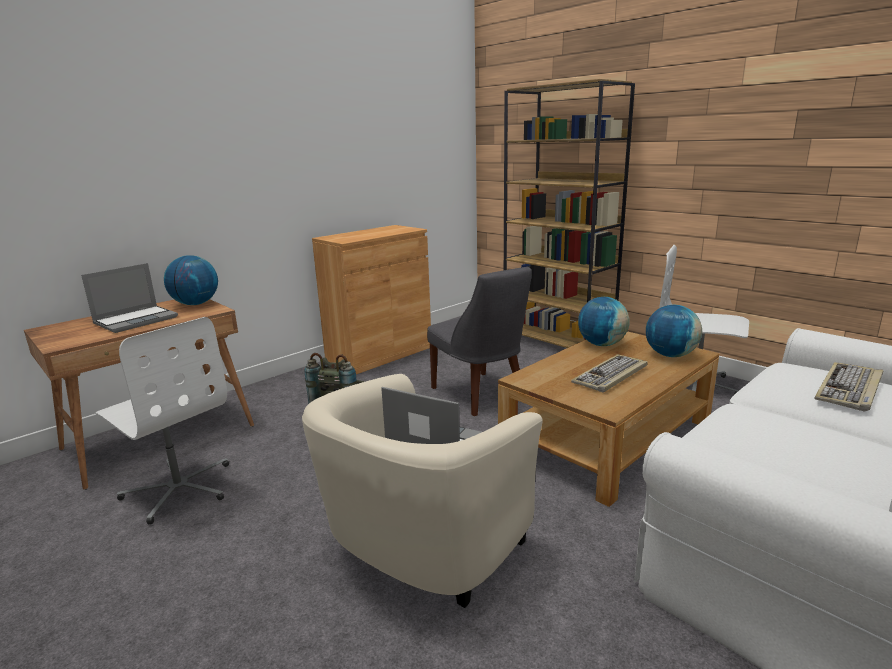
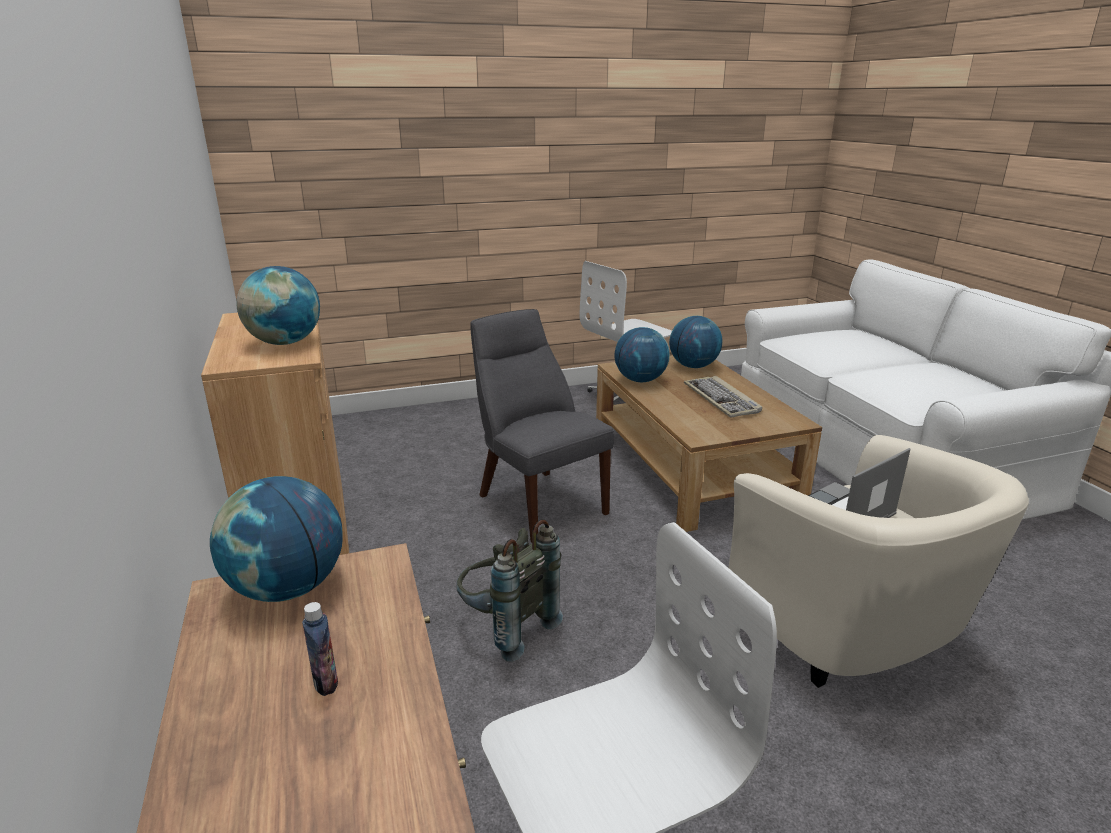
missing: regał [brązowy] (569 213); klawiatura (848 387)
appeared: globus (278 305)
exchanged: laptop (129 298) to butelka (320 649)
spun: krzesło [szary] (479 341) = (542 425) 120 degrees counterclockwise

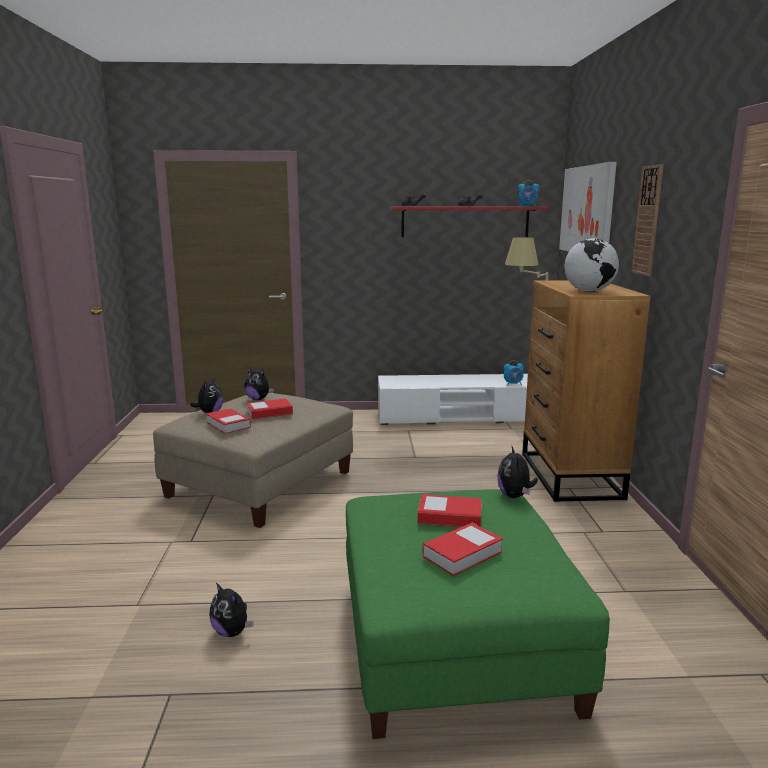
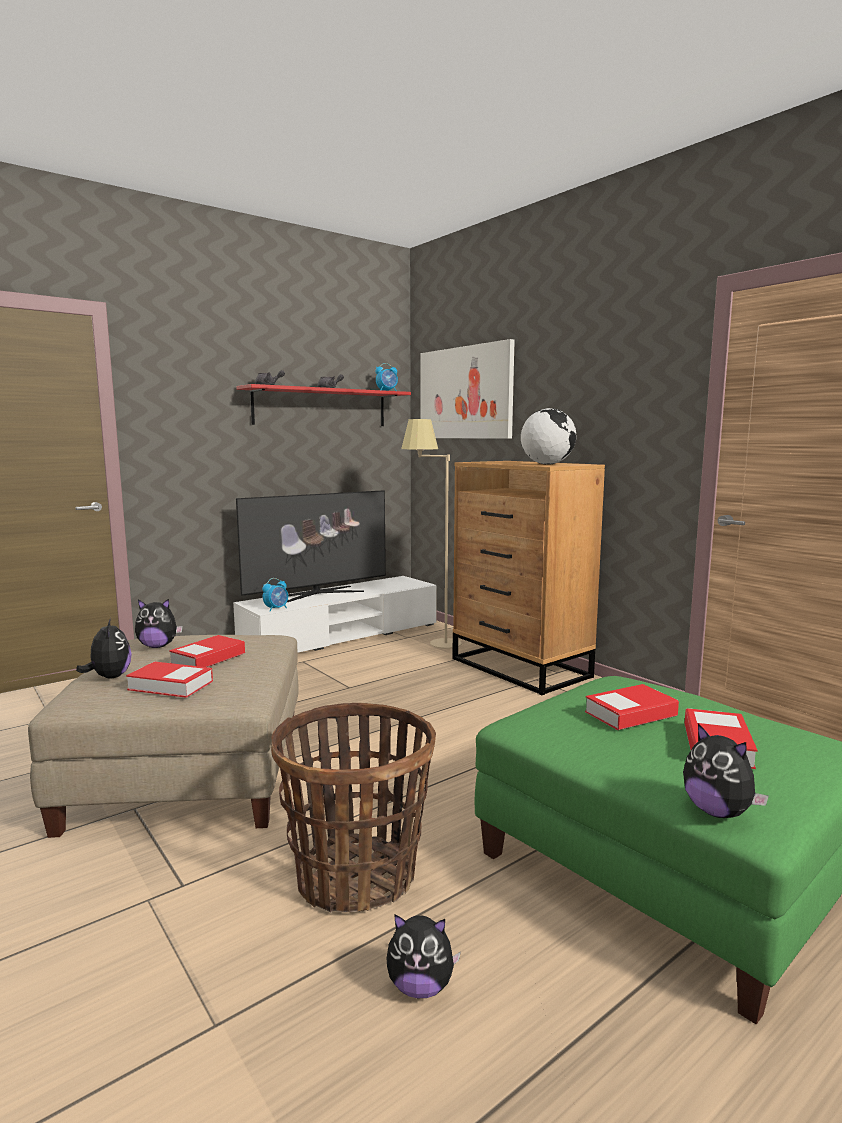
missing: zegar ścienny (647 220)
appeared: telewizor (311 546); koszyk (353 808)
relocated: budzik (514 373) to (275 594); pluszak (517 472) to (726 770)

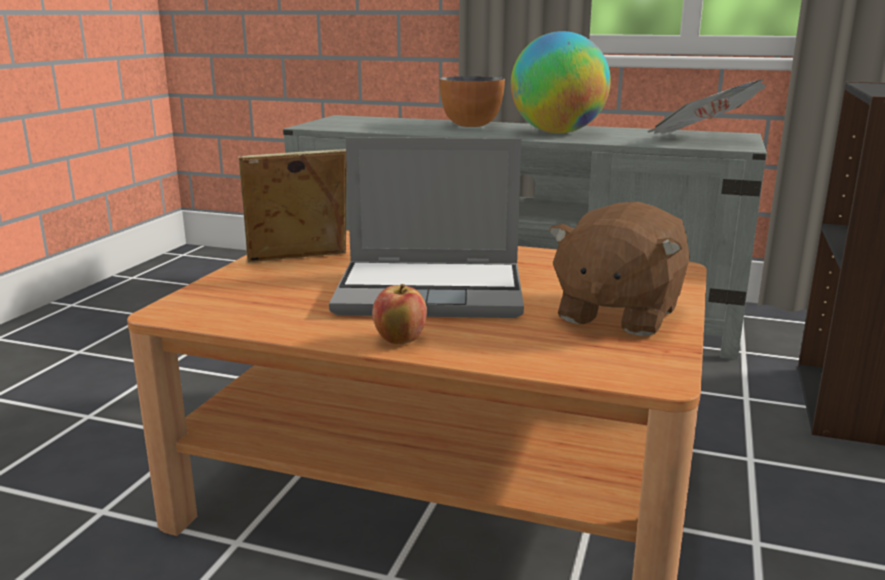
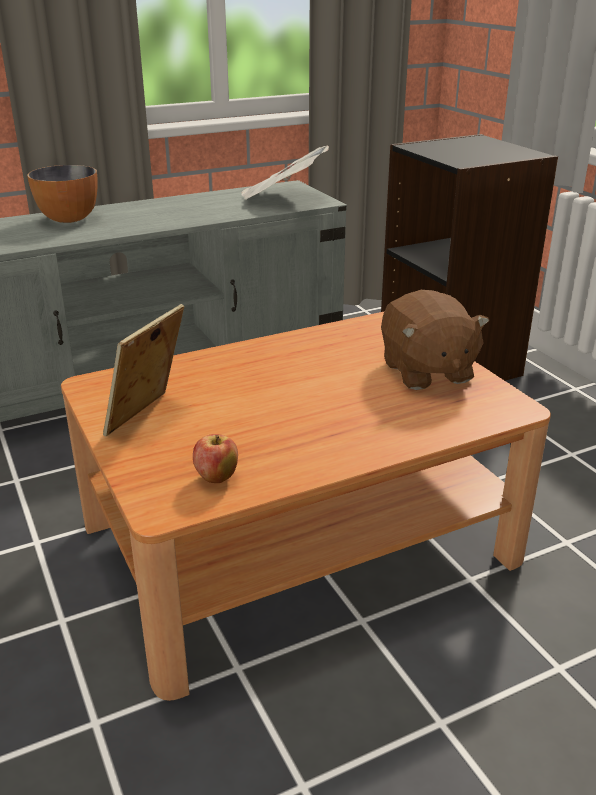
missing: laptop (426 227); globus (561 82)
relocated: jabłko (399 314) to (215 458)

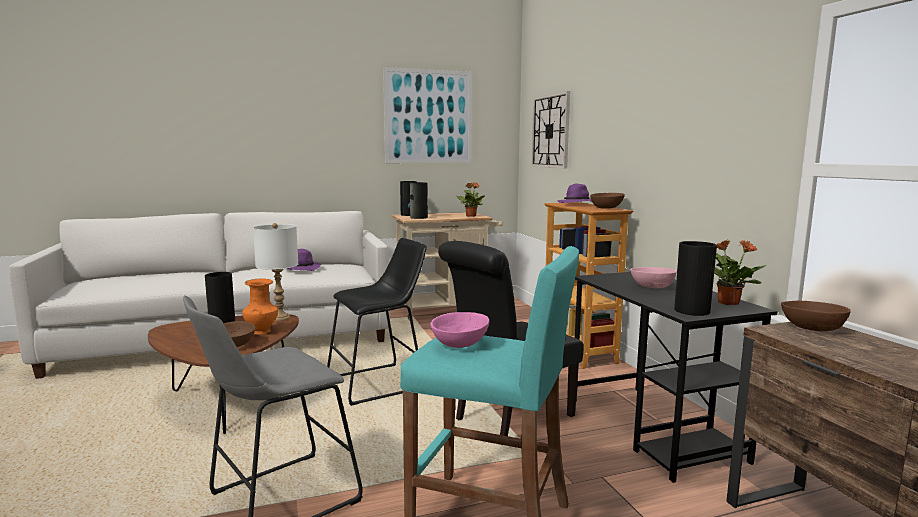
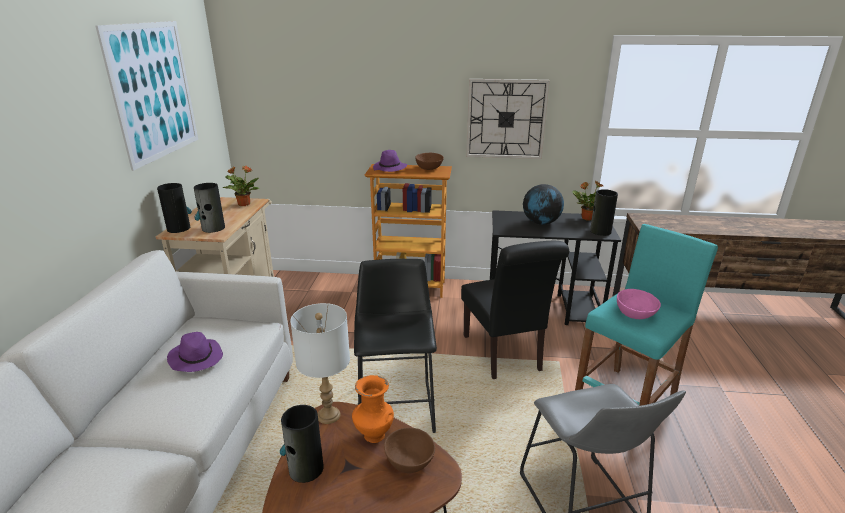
missing: miska [brązowy] (816 316)
relocated: zegar ścienny (550 129) to (508 119)
exchanged: miska [różowy] (653 277) to globus (543 204)

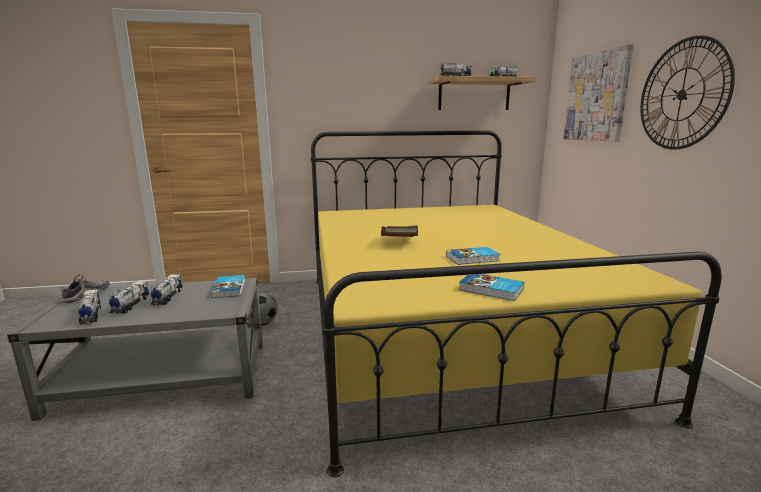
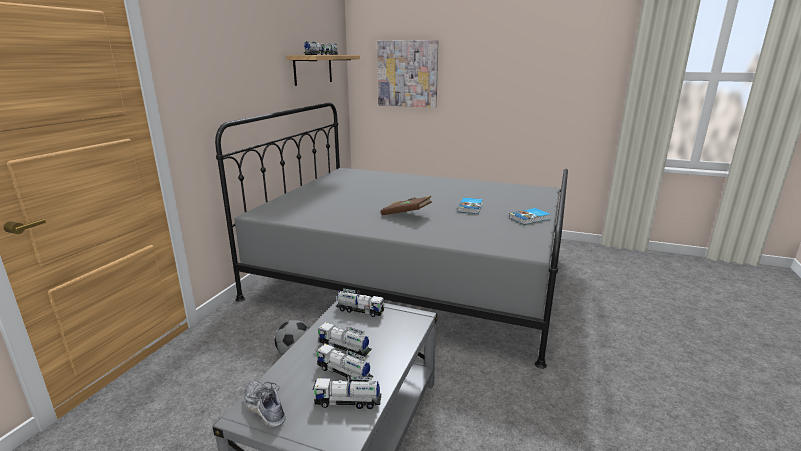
missing: zegar ścienny (687 93)
exchanged: książka (228 286) to ciężarówka zabawkowa (360 302)
colour: łóżko [żółty] (516 304) to łóżko [szary] (391 235)

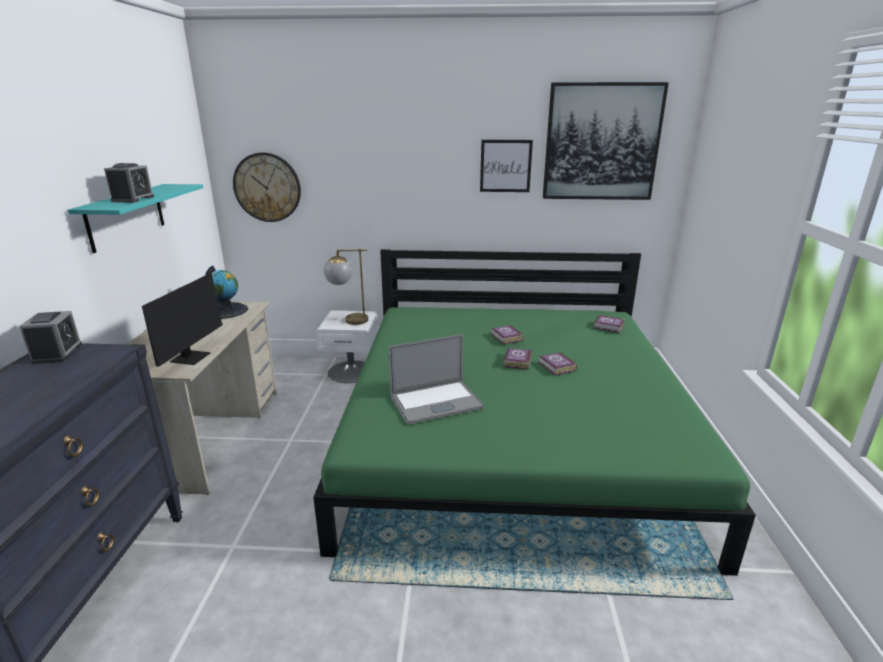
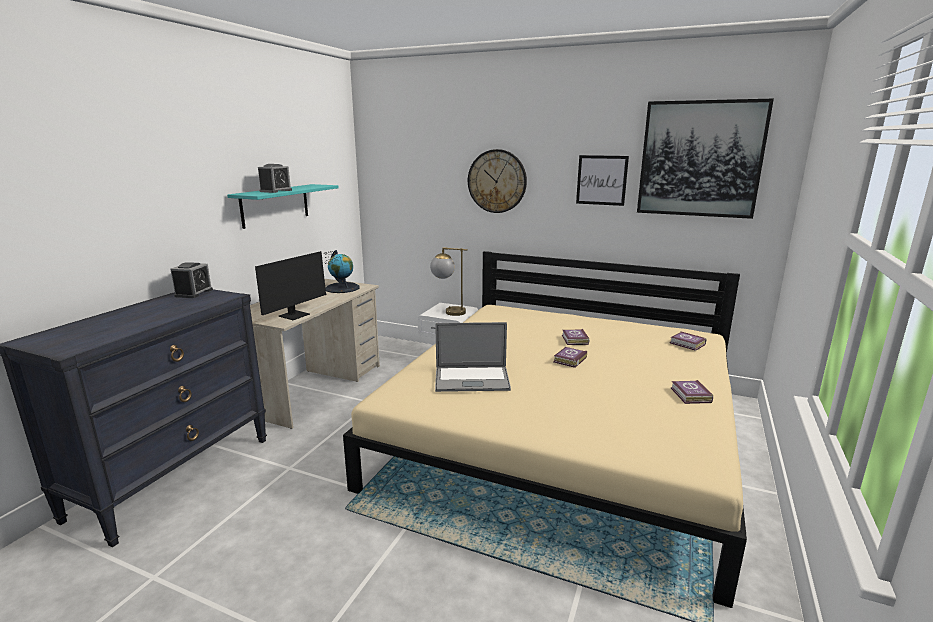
relocated: zegar ścienny (267 187) to (497 181); książka (557 364) to (692 392)
colour: łóżko [zielony] (534 412) to łóżko [beżowy] (545 429)

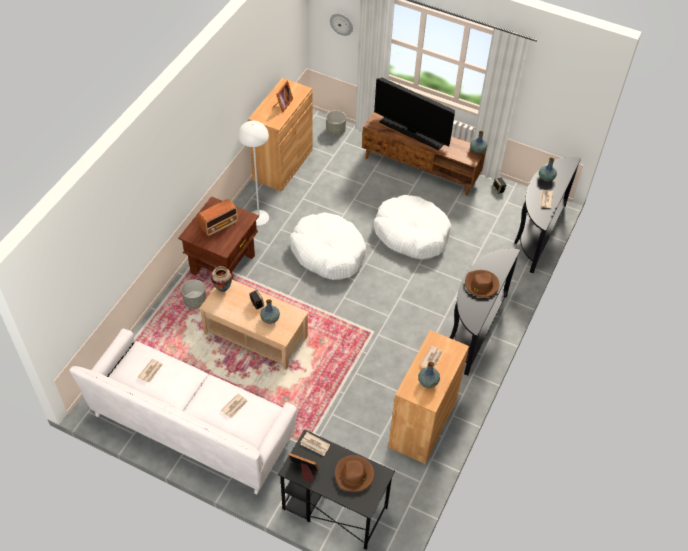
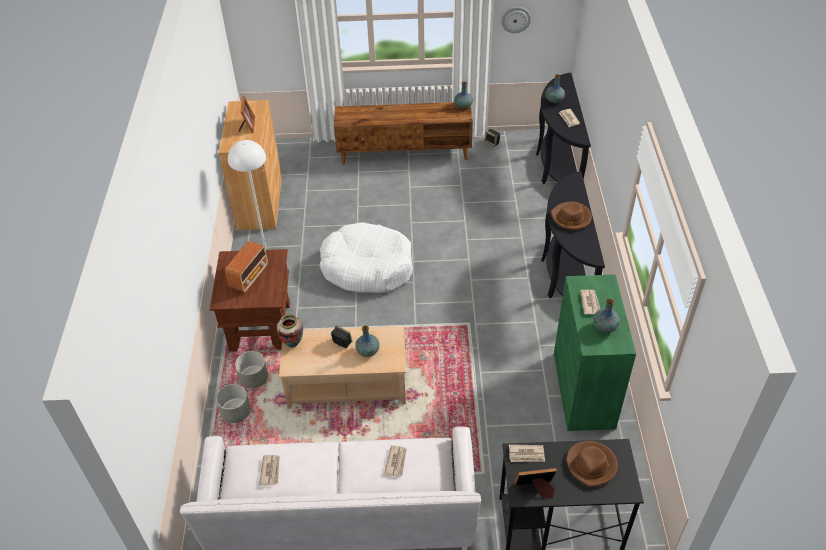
missing: telewizor (414 114); legowisko [biały] (412 227)
relocated: donica [szary] (336 123) to (233 403); zegar ścienny (341 24) to (516 20)
colour: szafka [brązowy] (428 397) to szafka [zielony] (595 352)

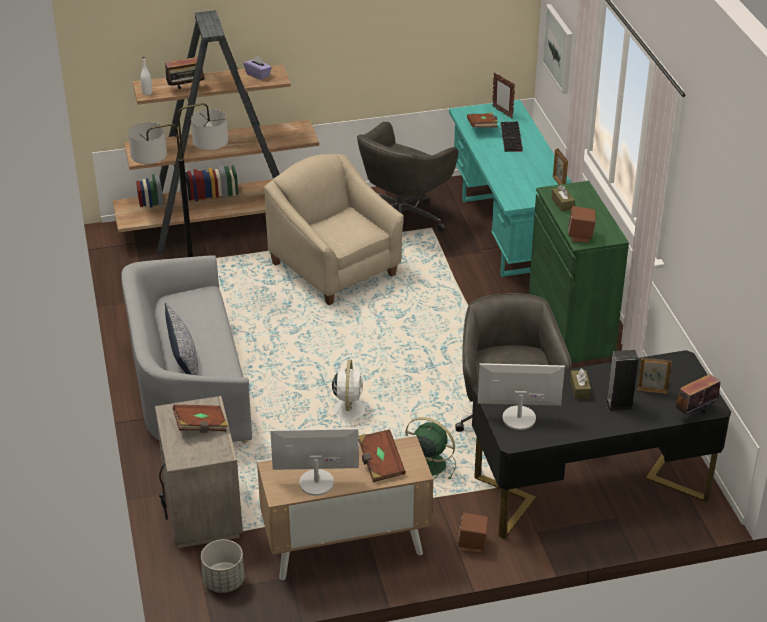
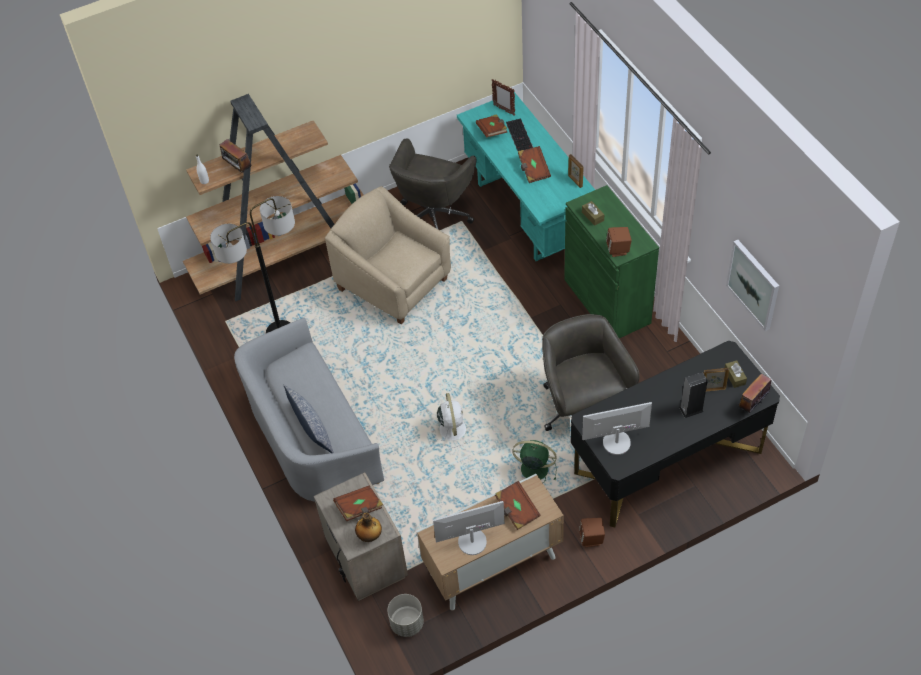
missing: pudełko chusteczek [fioletowy] (257 67)
appeared: butelka (368 527); książka [brązowy] (534 164)
relocated: pudełko chusteczek [brązowy] (580 383) to (736 374); obraz (557 49) to (752 285)
spun: radio (185 73) = (236 156) 75 degrees clockwise

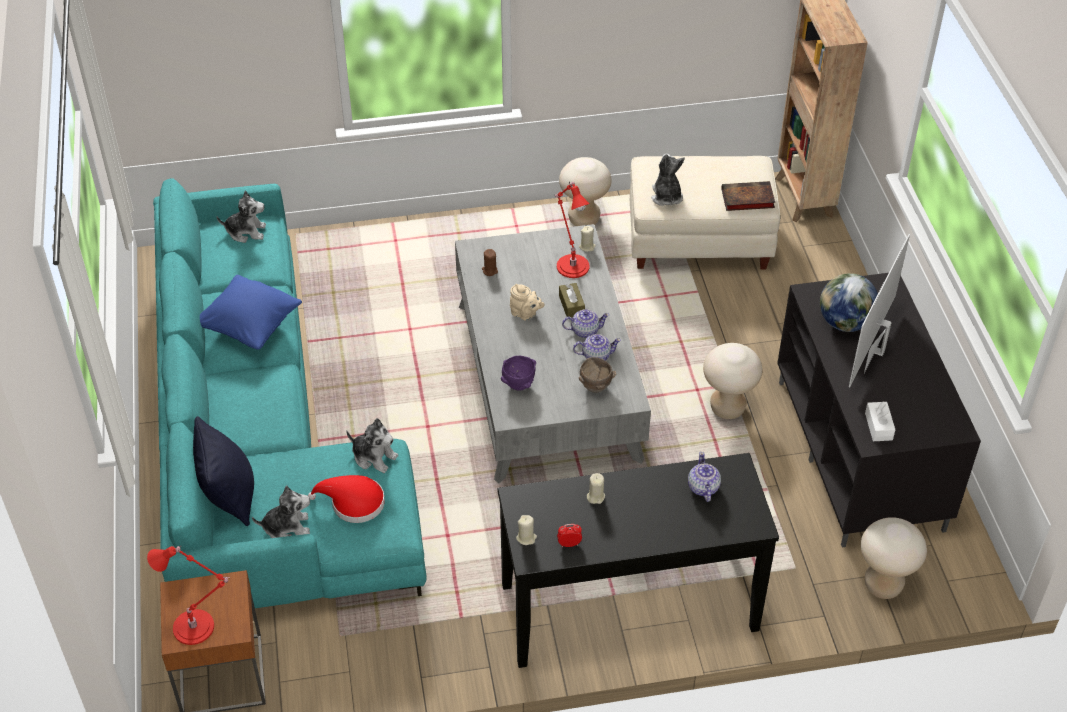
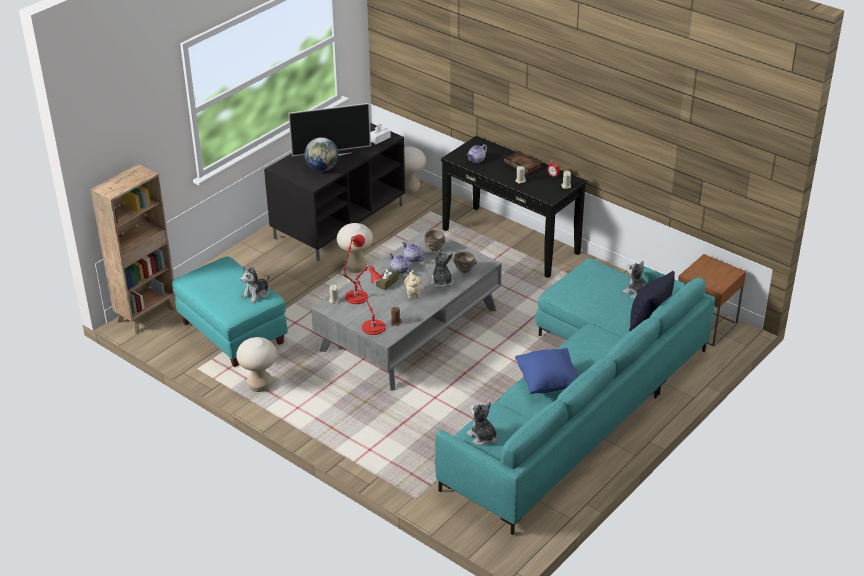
missing: kapelusz [czerwony] (346 499)
relocated: lampa stołowa [czerwony] (188 595) to (369 299); pluszak (372 445) to (442 269); książka (748 196) to (523 163)
colour: pufa [beżowy] (705 213) to pufa [turkusowy] (230 311); miska [fioletowy] (518 373) to miska [brązowy] (464 262)

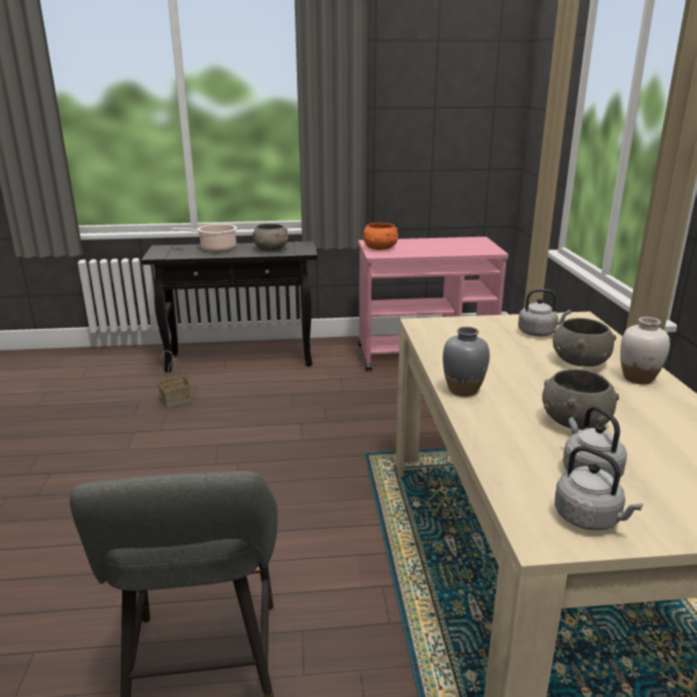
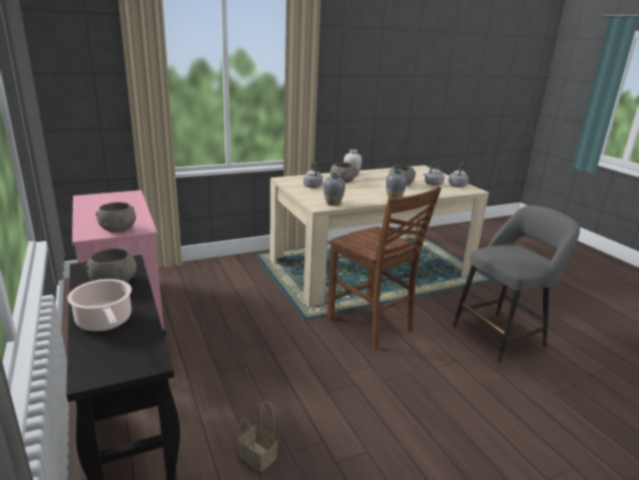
appeared: wazon [szary] (334 189); krzesło [brązowy] (384 267)
colour: miska [pomarańczowy] (380 236) to miska [szary] (116 217)

